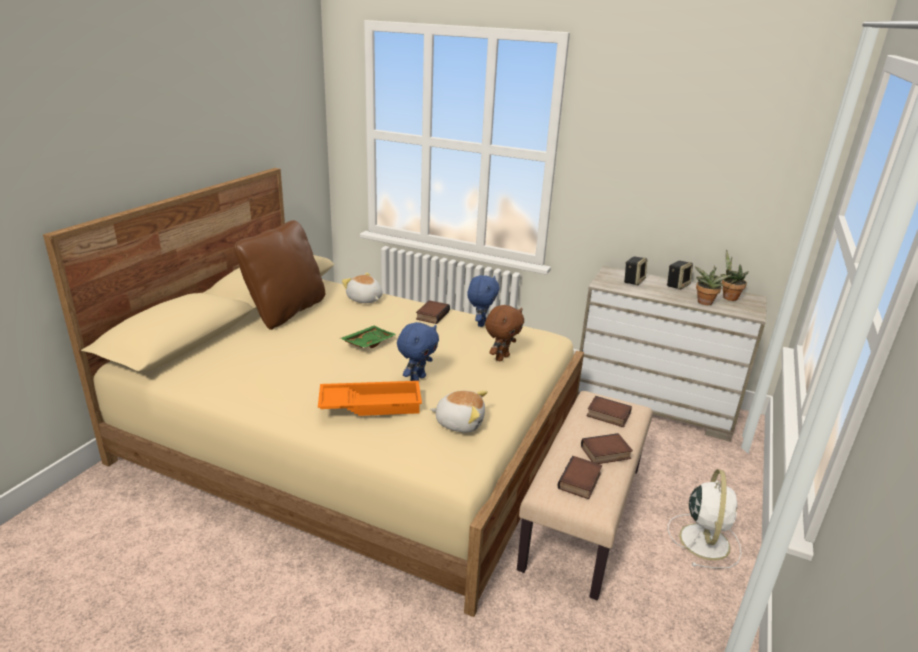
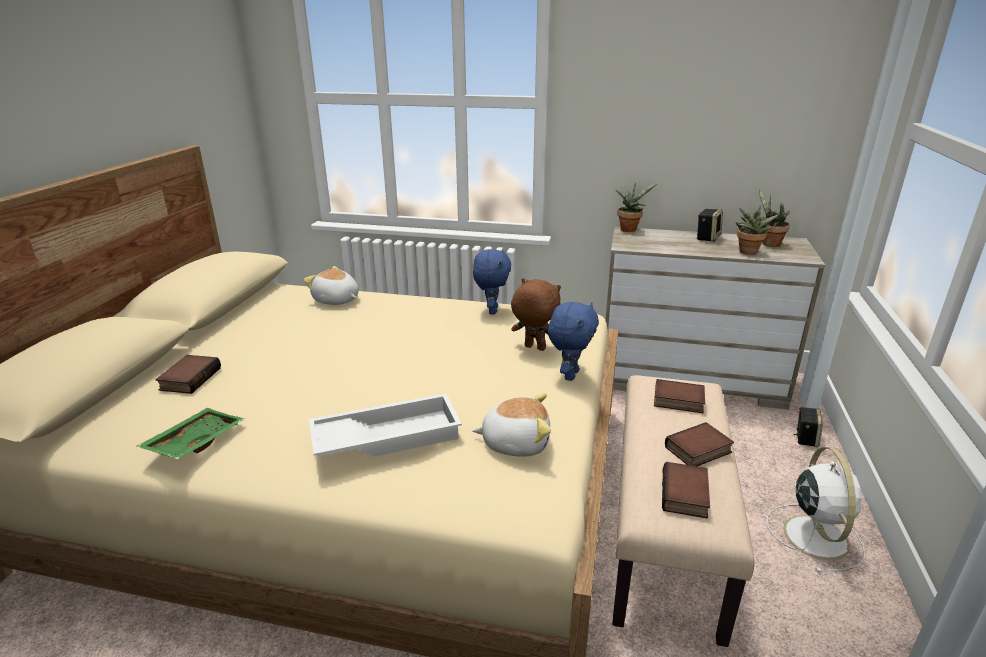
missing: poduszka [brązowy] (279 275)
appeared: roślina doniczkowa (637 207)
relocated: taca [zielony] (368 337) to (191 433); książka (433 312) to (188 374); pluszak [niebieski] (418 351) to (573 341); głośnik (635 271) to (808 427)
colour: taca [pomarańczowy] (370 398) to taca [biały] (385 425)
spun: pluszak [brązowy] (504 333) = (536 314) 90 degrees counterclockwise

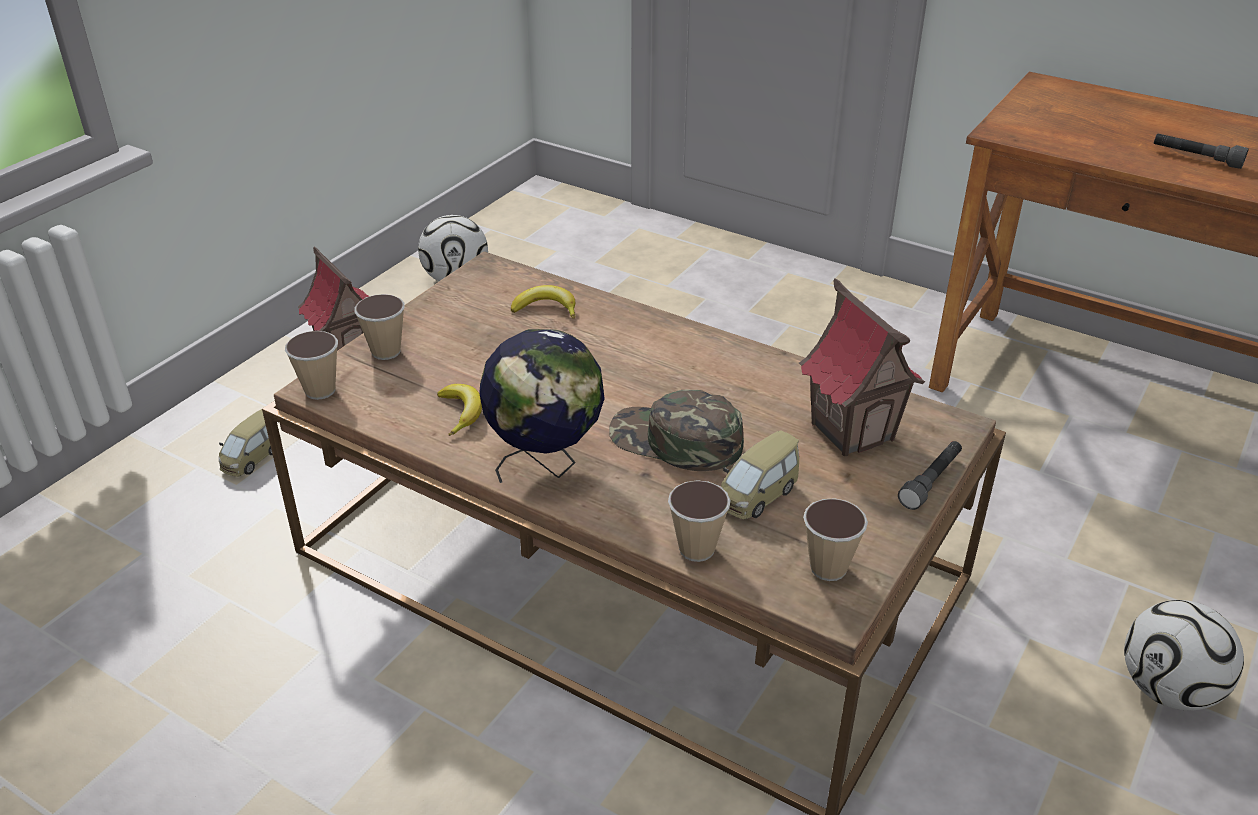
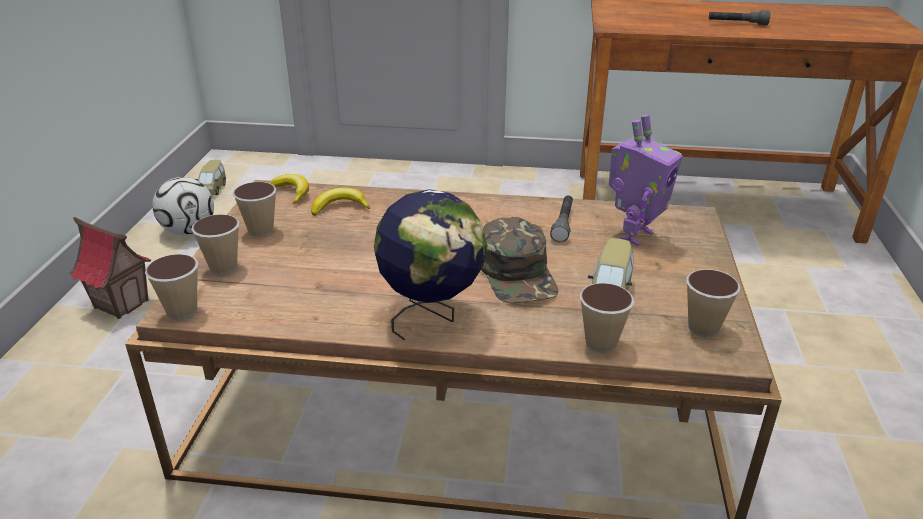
missing: piłka futbolowa (1184 655)
appeared: filiżanka (254 209)
relocated: samochodzik (250 443) to (210 178); banan (459 410) to (289 189); latarka [szary] (930 475) to (561 218)
exchanged: domek (862 367) to robot zabawkowy (646 180)
spun: czapka z daszkiem [zielony] (676 430) = (520 260) 105 degrees counterclockwise

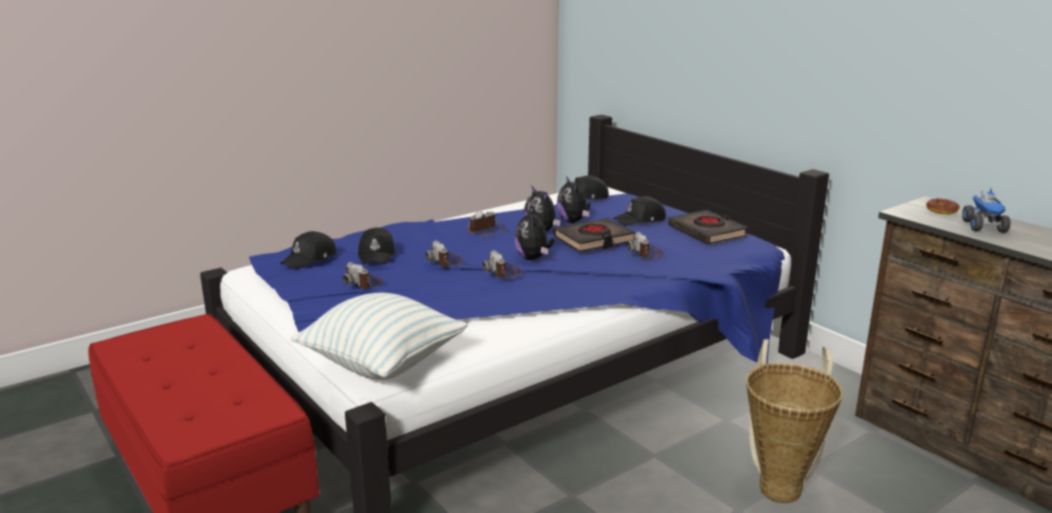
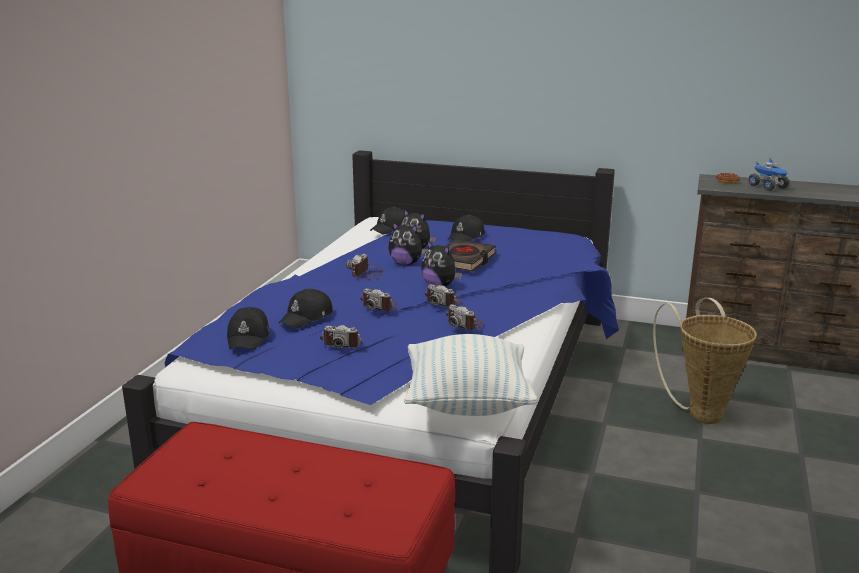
missing: książka [czarny] (708 227)
relocated: aparat fotograficzny (645 245) to (465 317)
spun: czapka z daszkiem [czarny] (376 246) = (306 308) 75 degrees clockwise

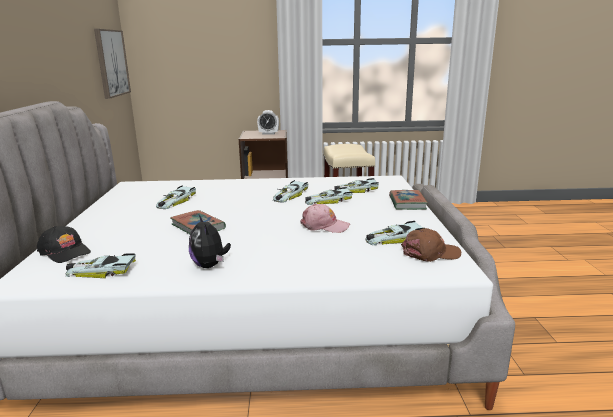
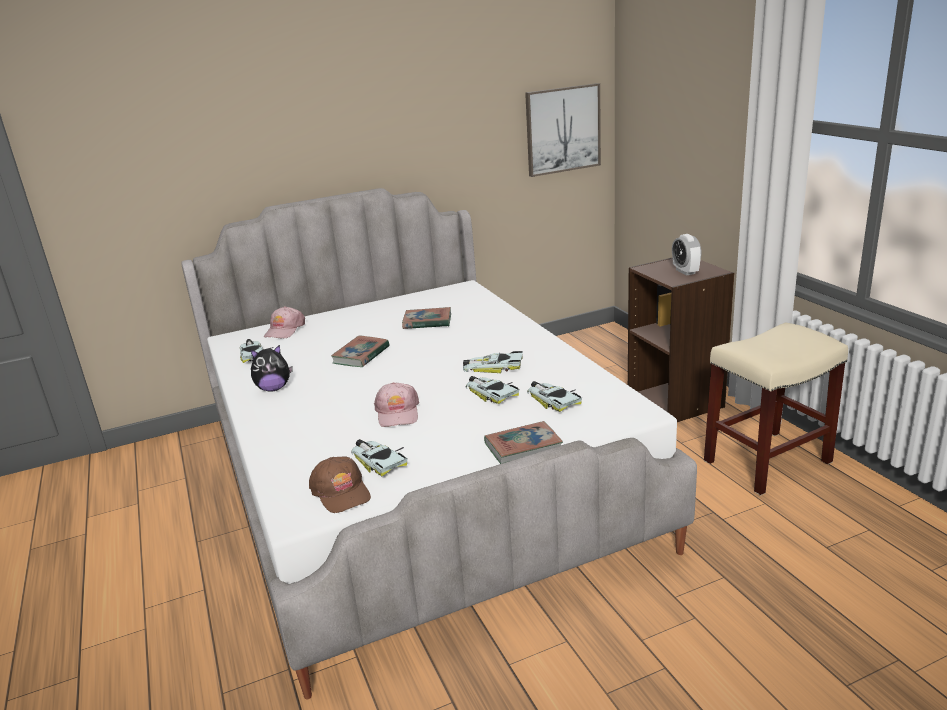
exchanged: samochodzik (176 197) to książka (426 318)
colour: czapka z daszkiem [czarny] (64 244) to czapka z daszkiem [różowy] (284 322)
spun: pluszak (210 241) = (271 368) 150 degrees counterclockwise

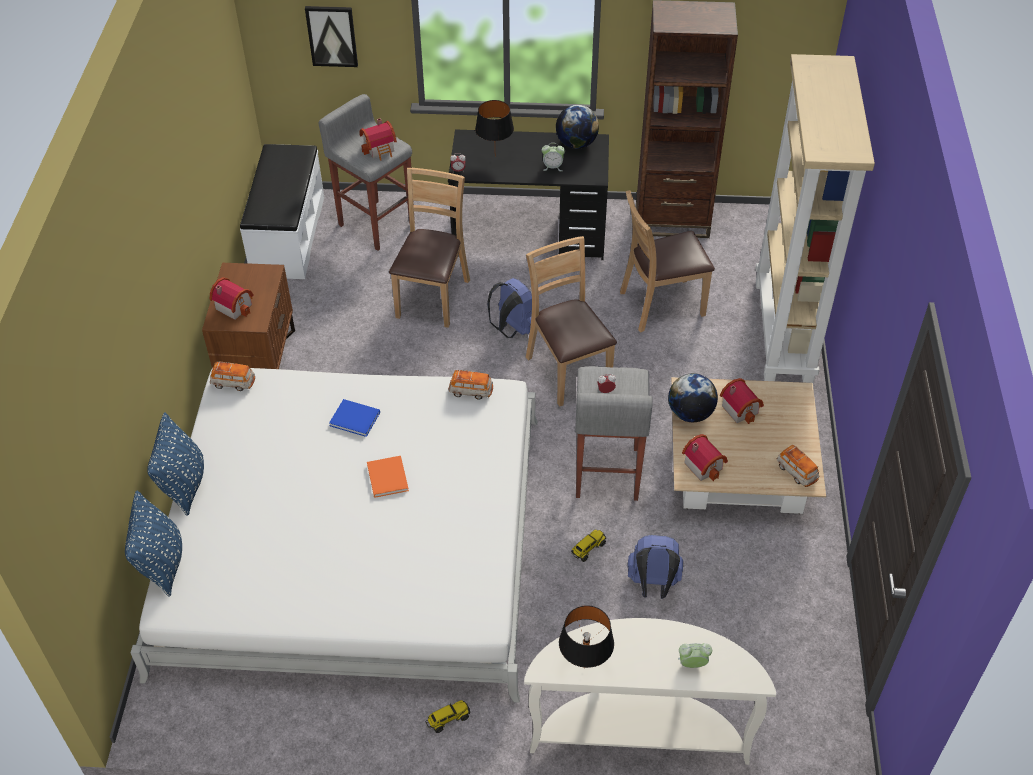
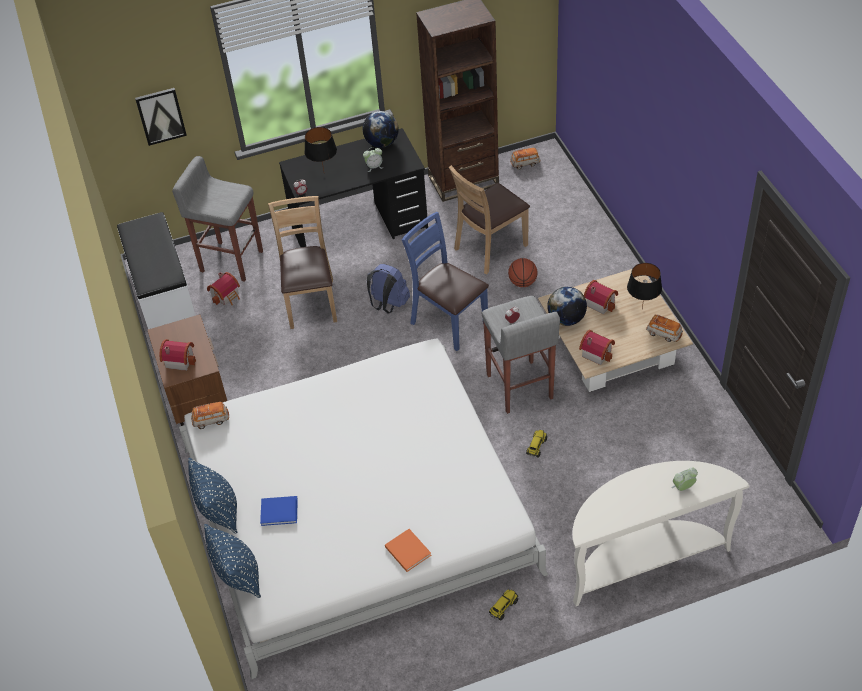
missing: plecak [niebieski] (655 567); regał [beżowy] (815 218)
appeared: piłka do koszykówki (522 272)
relocated: domek (378 139) to (223 288); książka [niebieski] (354 418) to (279 511); książka [pomarańczowy] (388 477) to (408 550); samochodzik (470 385) to (525 159); lampa stołowa [czarny] (586 636) to (644 286)
colour: krzesło [brązowy] (571 321) to krzesło [niebieski] (445 281)

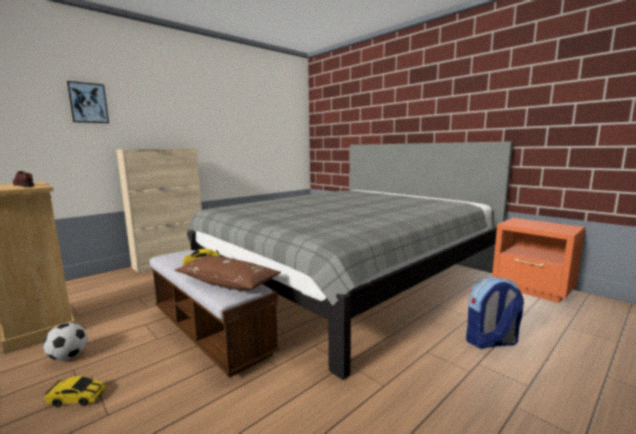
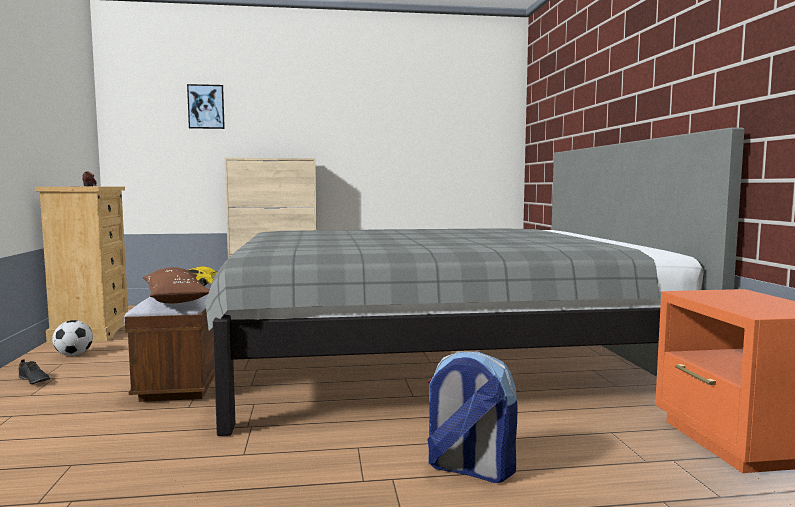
exchanged: samochodzik (75 391) to but [czarny] (34 371)

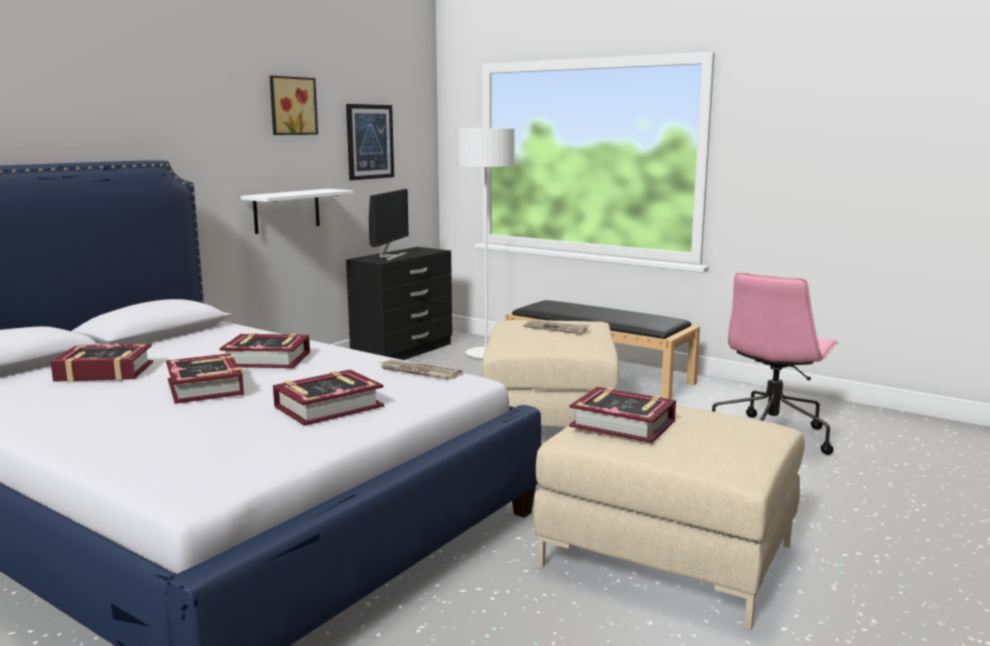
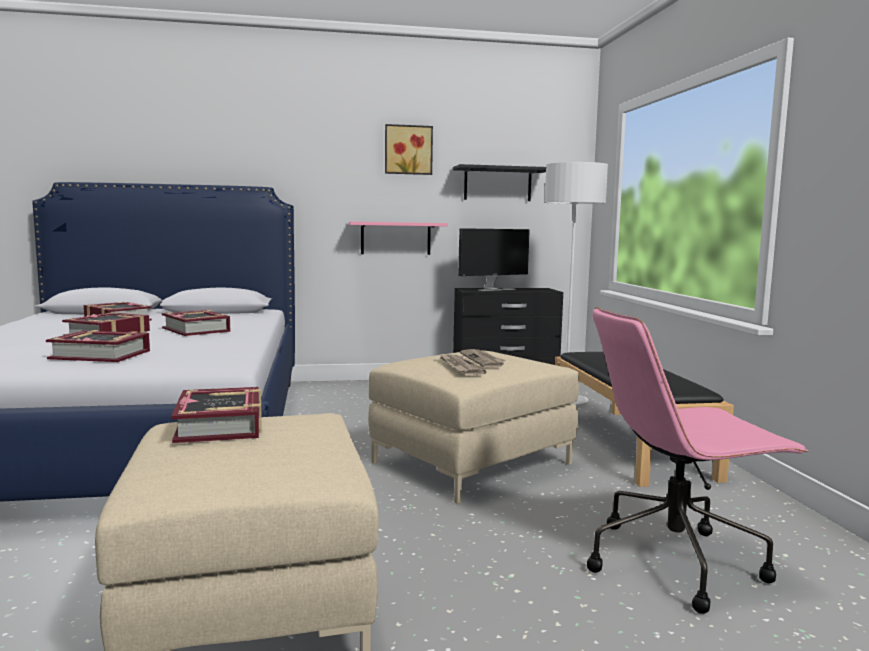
relocated: gazeta (420 369) to (463 364)
exchanged: obraz (370 142) to półka [czarny] (499 182)
colour: półka [biały] (297 211) to półka [różowy] (398 238)

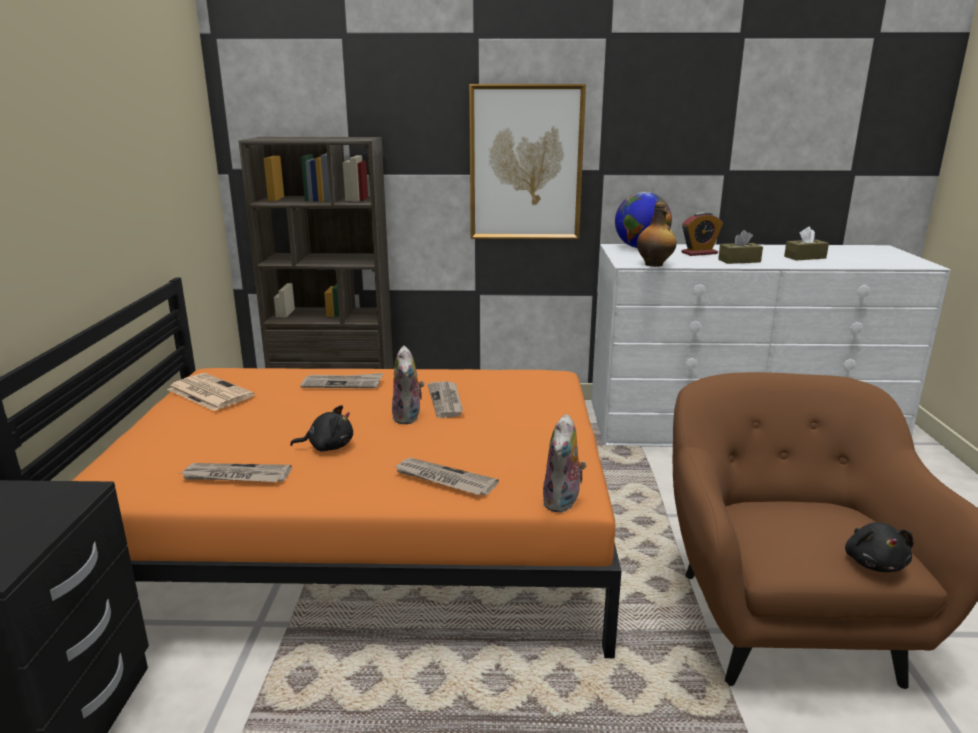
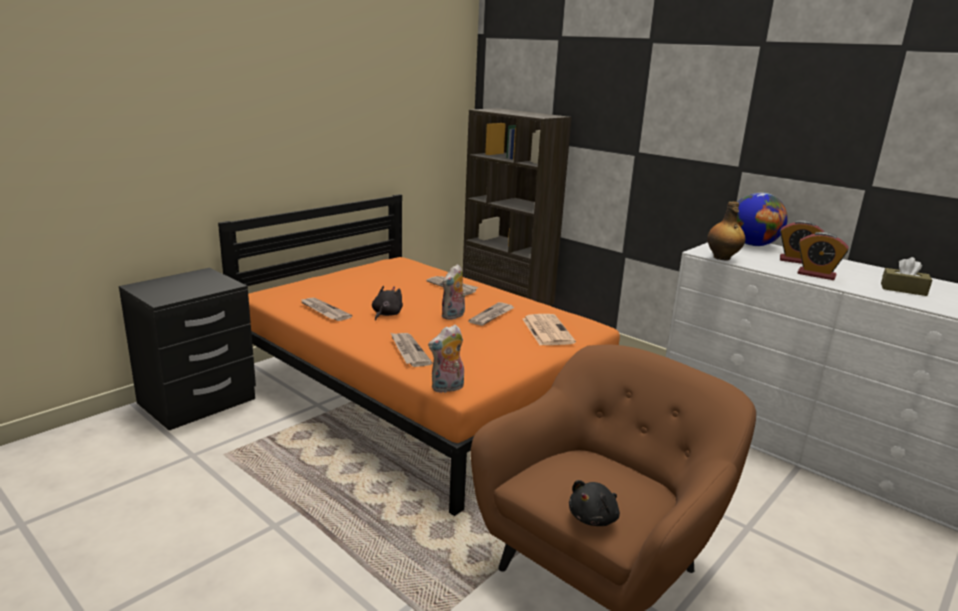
missing: obraz (527 161)
relocated: gazeta (210 392) to (549 329)
exchanged: pudełko chusteczek [brązowy] (740 247) to budzik (823 256)
spun: pluszak [czarny] (321 428) = (387 303) 105 degrees counterclockwise

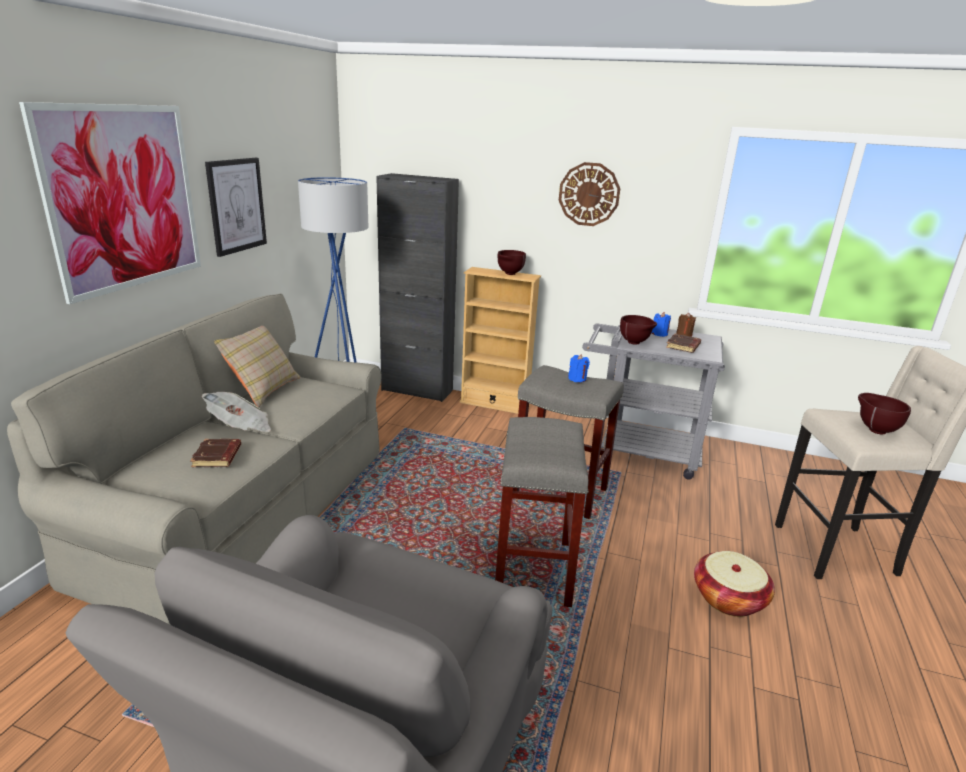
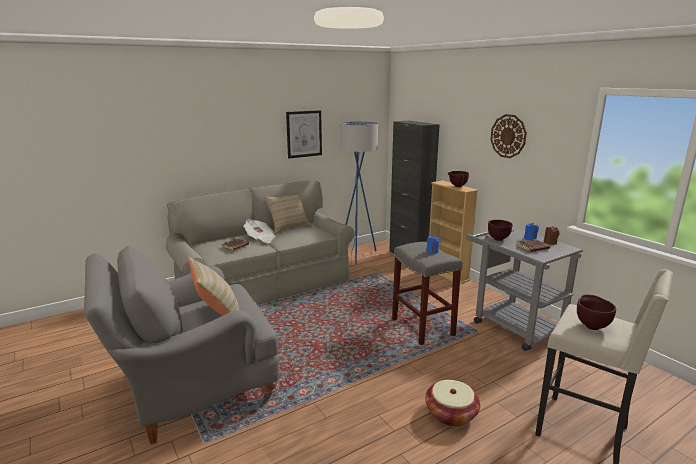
missing: obraz (110 203); stołek [szary] (542 512)
appeared: poduszka [beżowy] (213 286)

